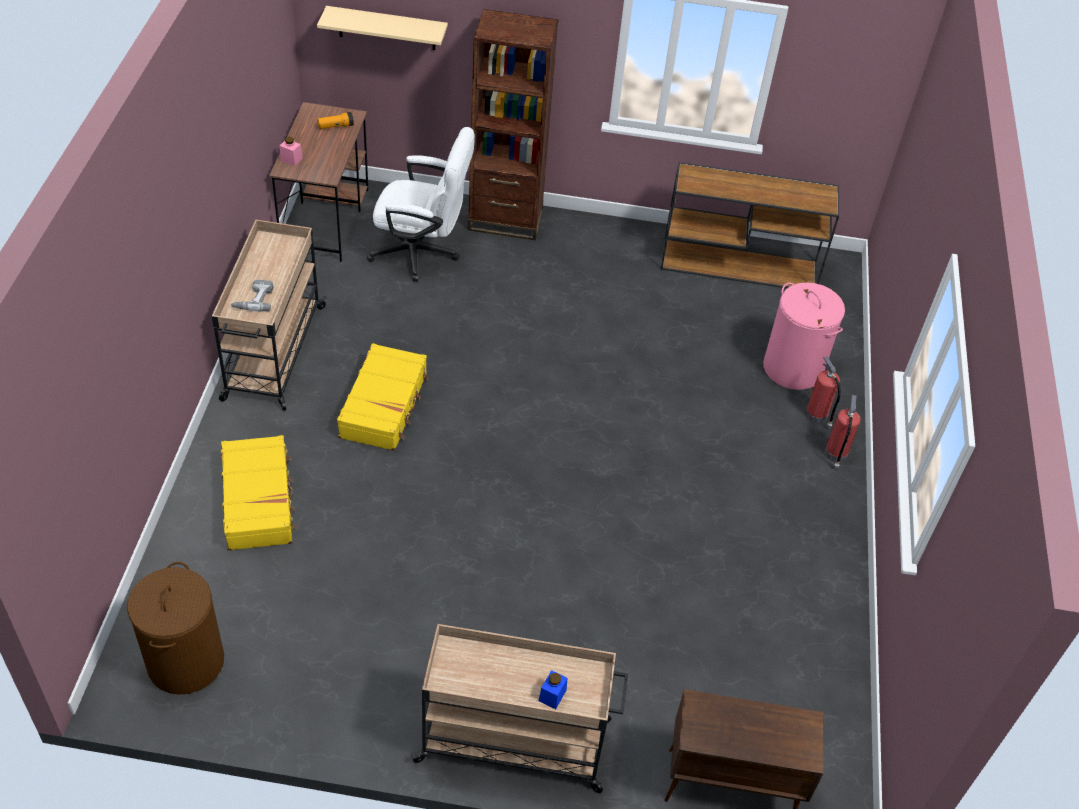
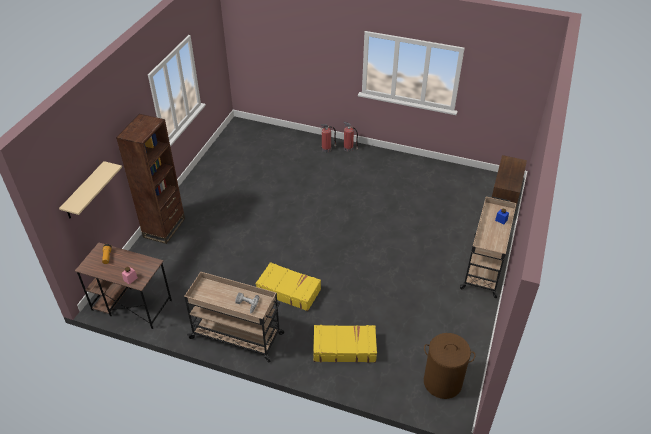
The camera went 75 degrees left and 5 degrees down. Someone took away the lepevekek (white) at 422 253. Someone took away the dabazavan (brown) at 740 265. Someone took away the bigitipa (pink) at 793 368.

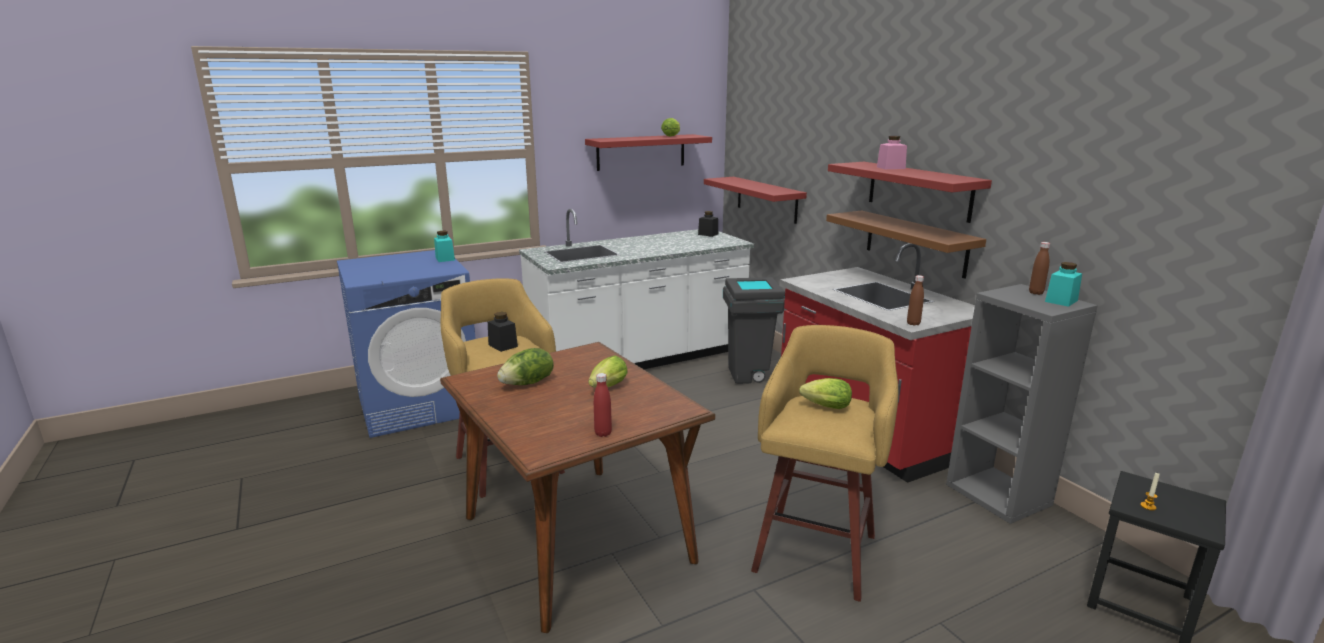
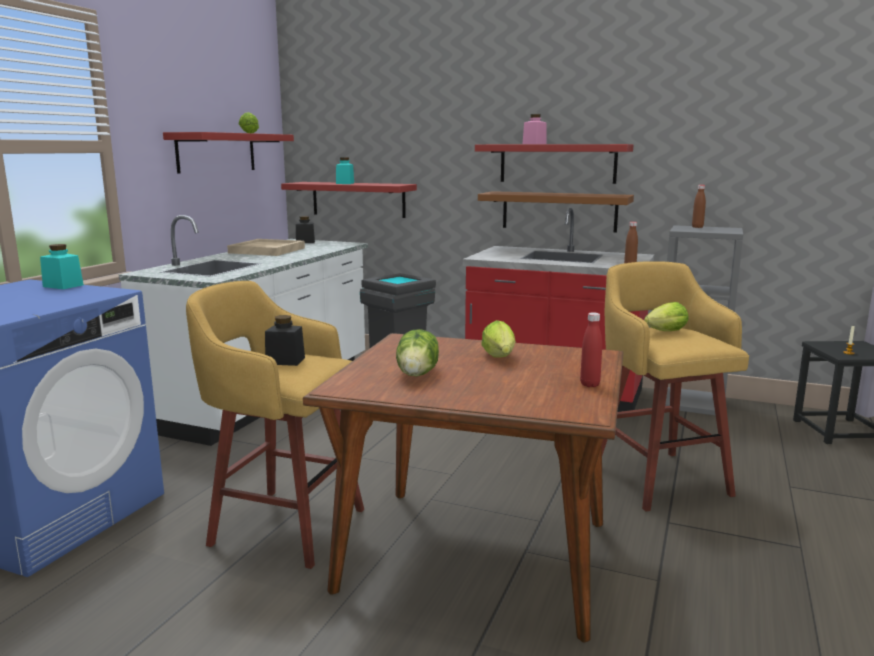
The camera went 40 degrees left and 5 degrees down. Someone carried the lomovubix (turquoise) from 1061 301 to 345 183. Someone put down the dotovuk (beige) at 266 250.

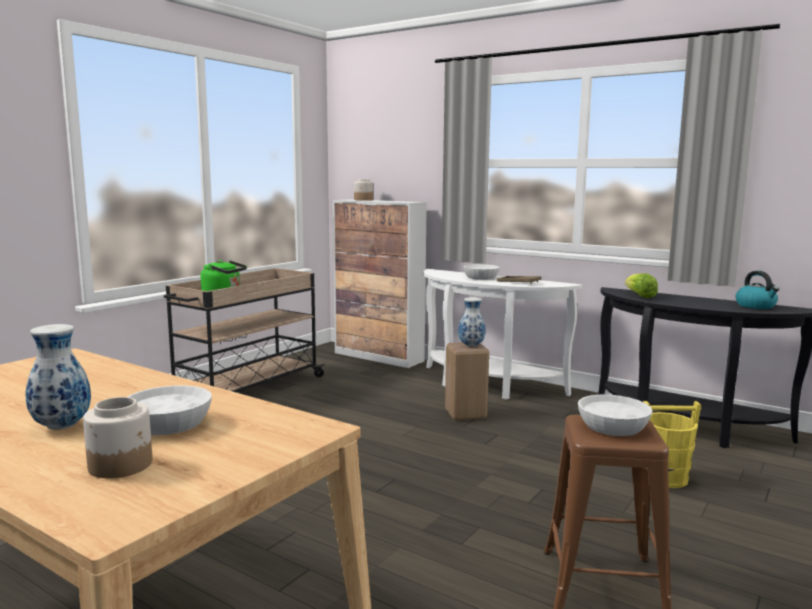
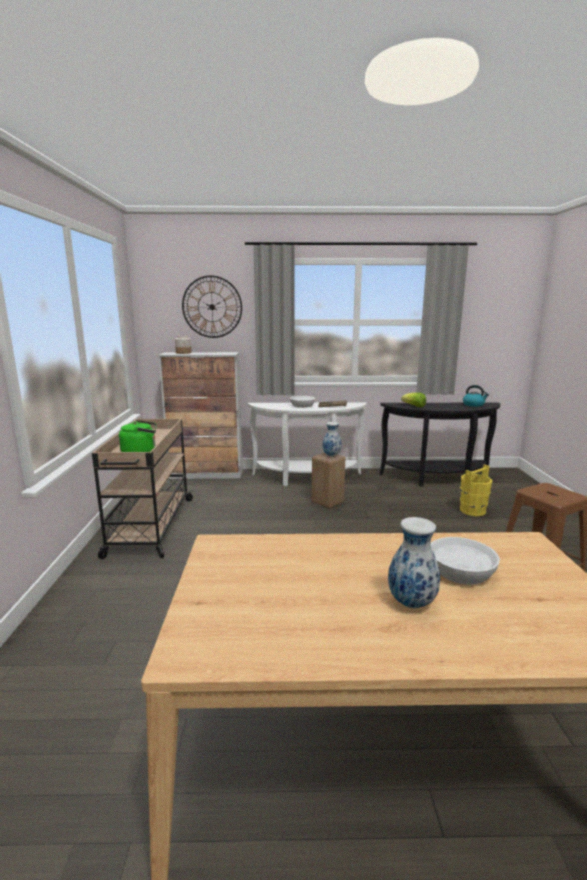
The camera went 35 degrees left and 5 degrees up. Someone took away the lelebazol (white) at 614 427. Someone took away the lomovubix at 121 465. Someone put up the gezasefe at 212 307.

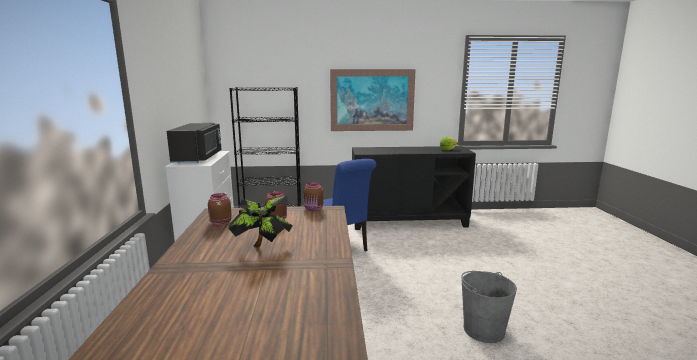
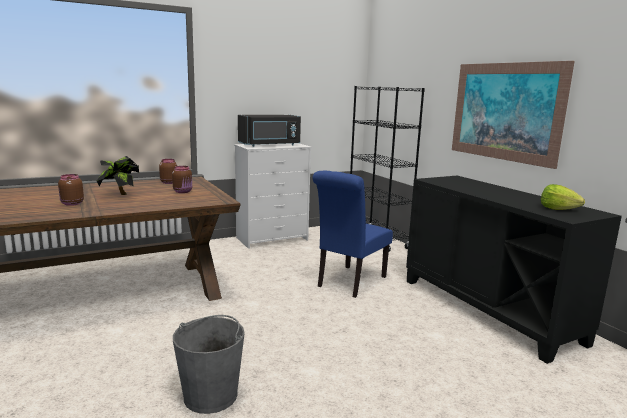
The camera went 65 degrees right and 0 degrees up. Someone carried the lomovubix (brown) from 313 209 to 71 204.

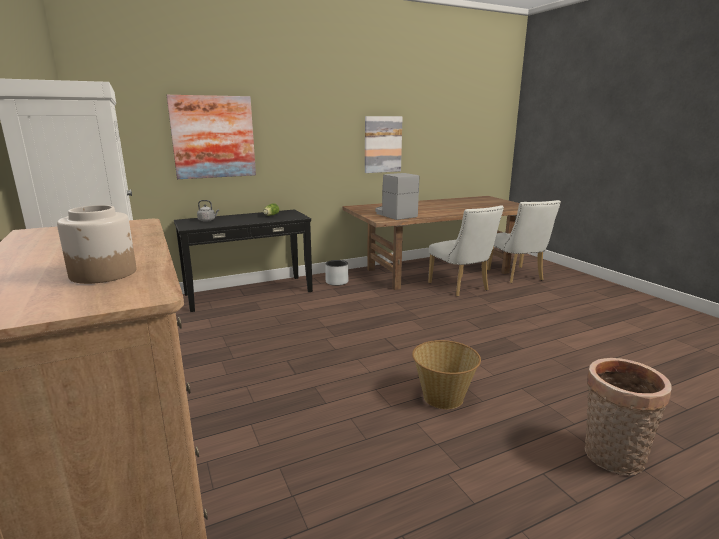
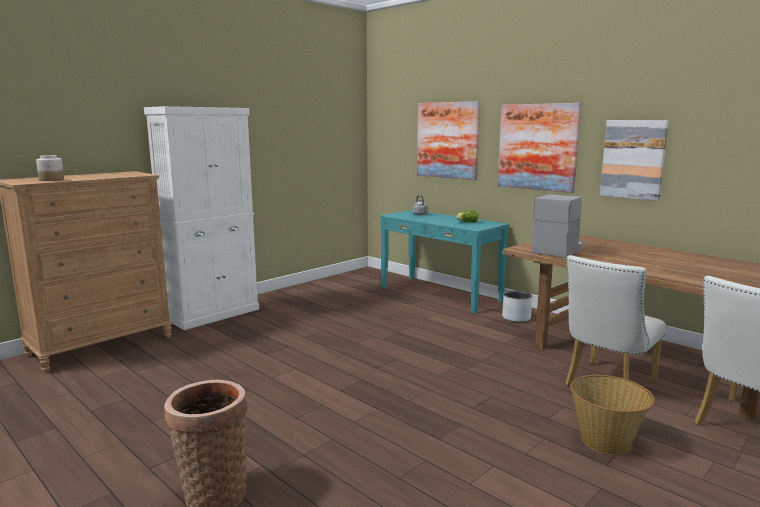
The camera went 70 degrees right and 5 degrees down. Someone repainted the dabazavan (black) at 249 293, which became the dabazavan (turquoise) at 440 293. Someone carried the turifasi from 443 397 to 606 441. Someone put up the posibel at 537 147.

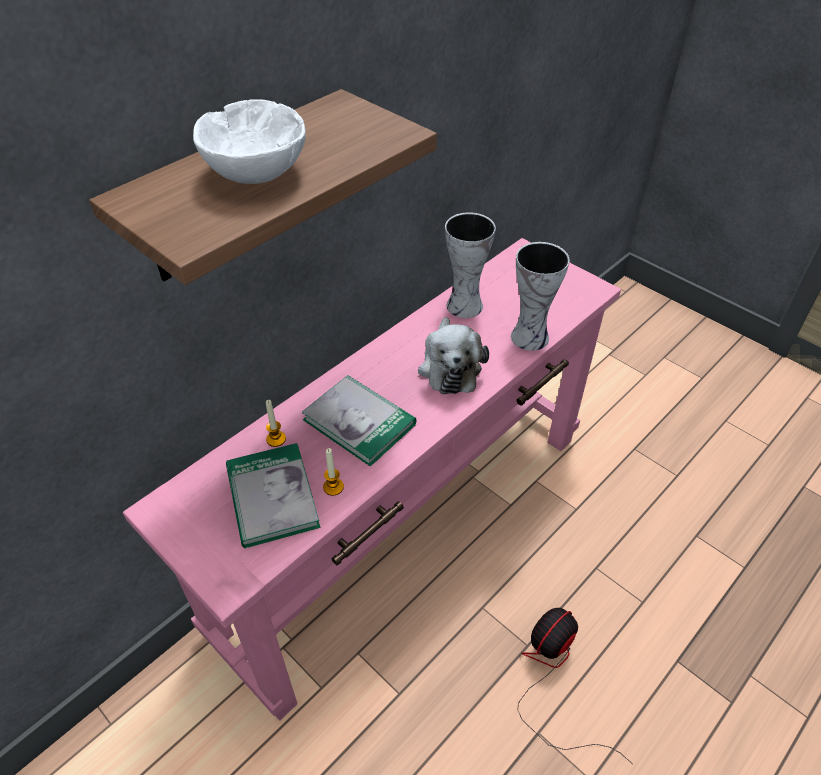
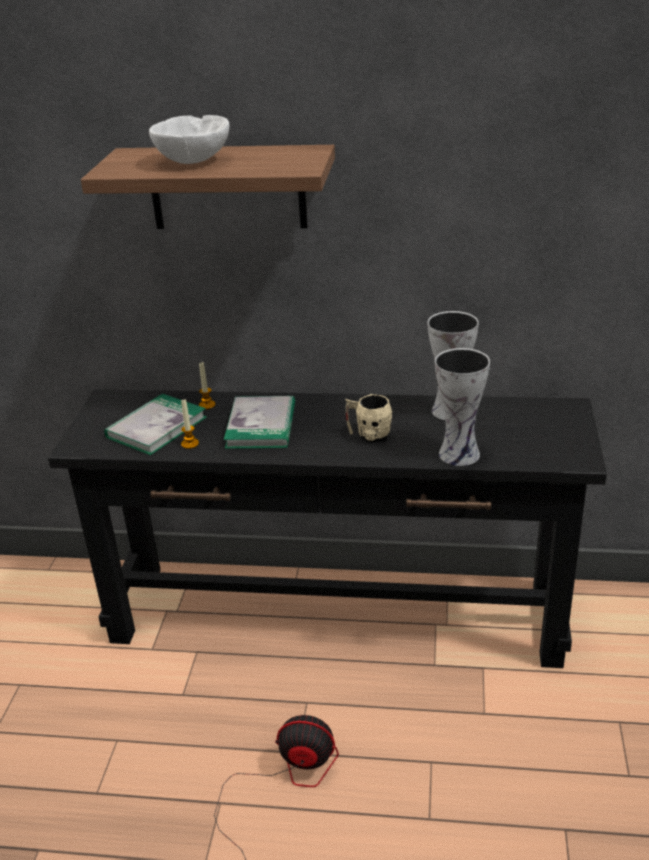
The camera went 55 degrees right and 15 degrees down. Someone repainted the dabazavan (pink) at 407 528, which became the dabazavan (black) at 336 615. Someone swapped the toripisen at 449 367 for the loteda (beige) at 369 435.

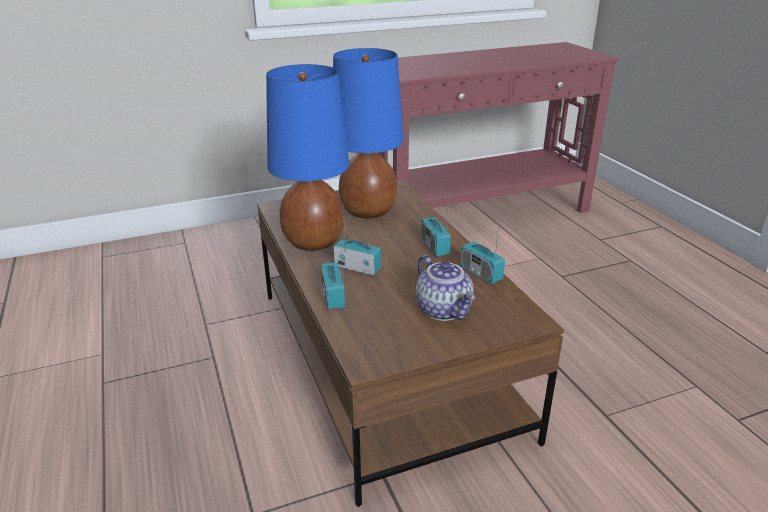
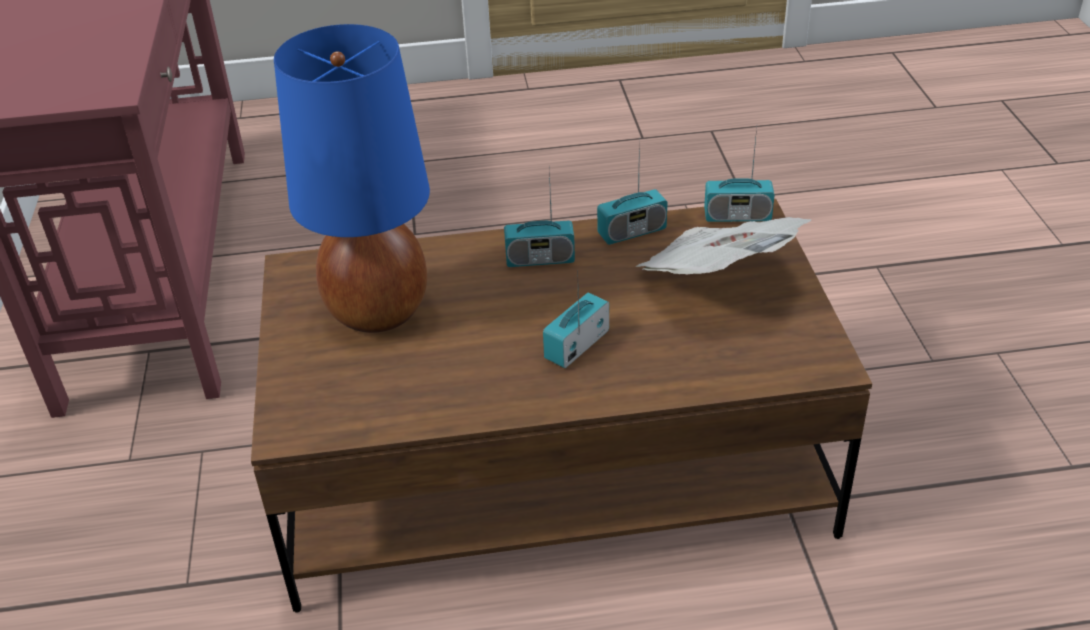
The camera went 75 degrees left and 10 degrees up. Someone took away the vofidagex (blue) at 314 242. Someone carried the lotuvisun from 333 296 to 737 216. Someone swapped the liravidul at 445 310 for the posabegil at 718 279.

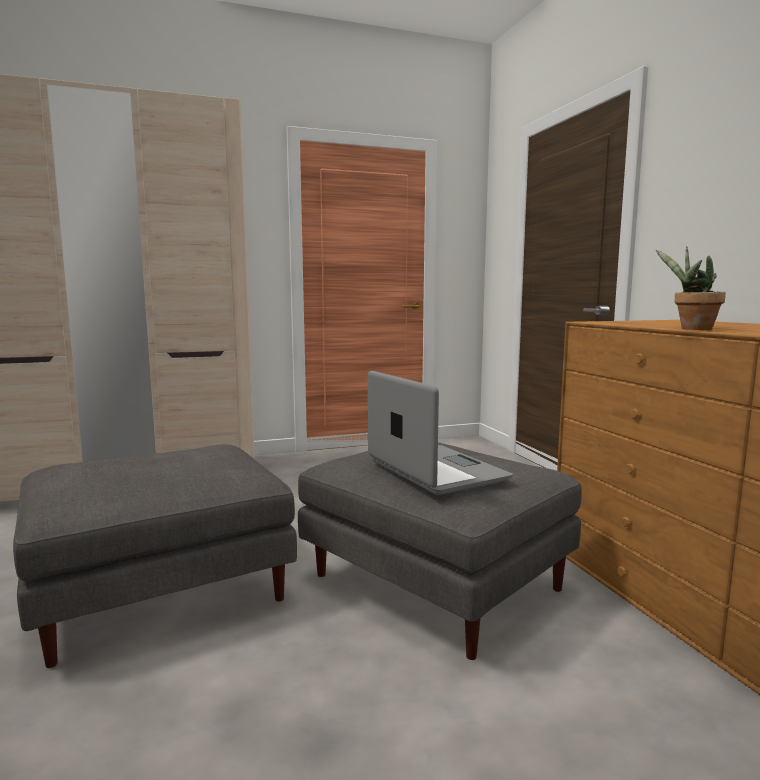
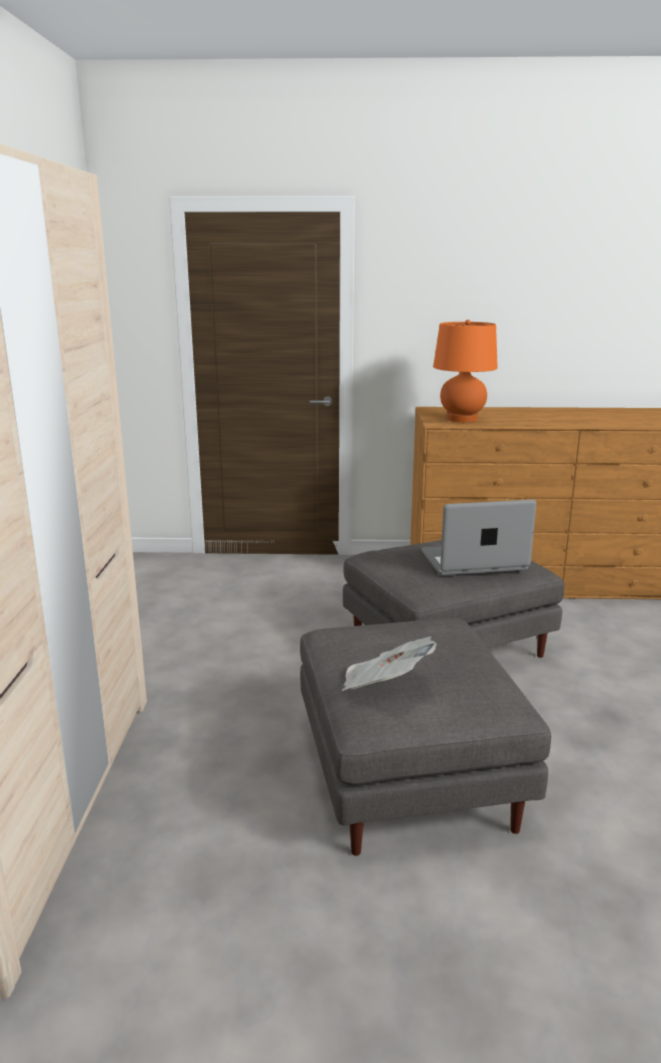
The camera went 70 degrees left and 10 degrees up. Someone took away the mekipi at 691 329. Someone put down the vofidagex (orange) at 462 419. Someone put down the posabegil at 385 686.

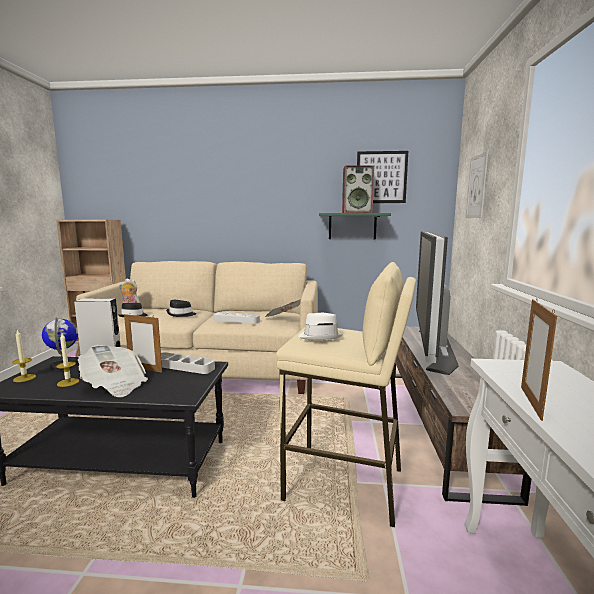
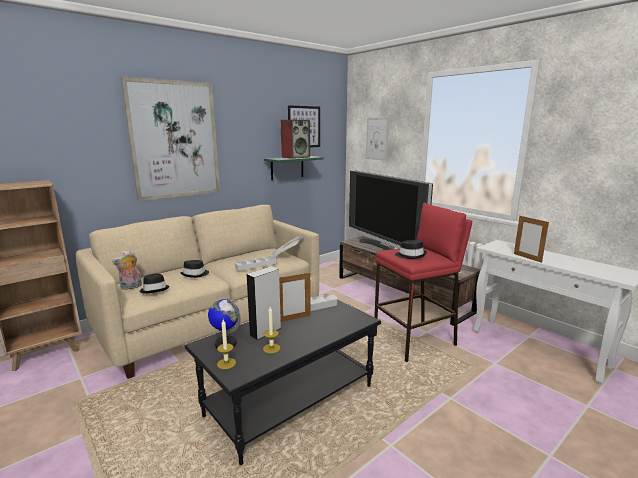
The camera went 45 degrees left and 5 degrees up. Someone repainted the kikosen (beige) at 345 484, which became the kikosen (red) at 415 341. Someone repainted the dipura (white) at 320 336, which became the dipura (black) at 410 255. Someone took away the posabegil at 115 385. Someone put up the posibel at 175 140.

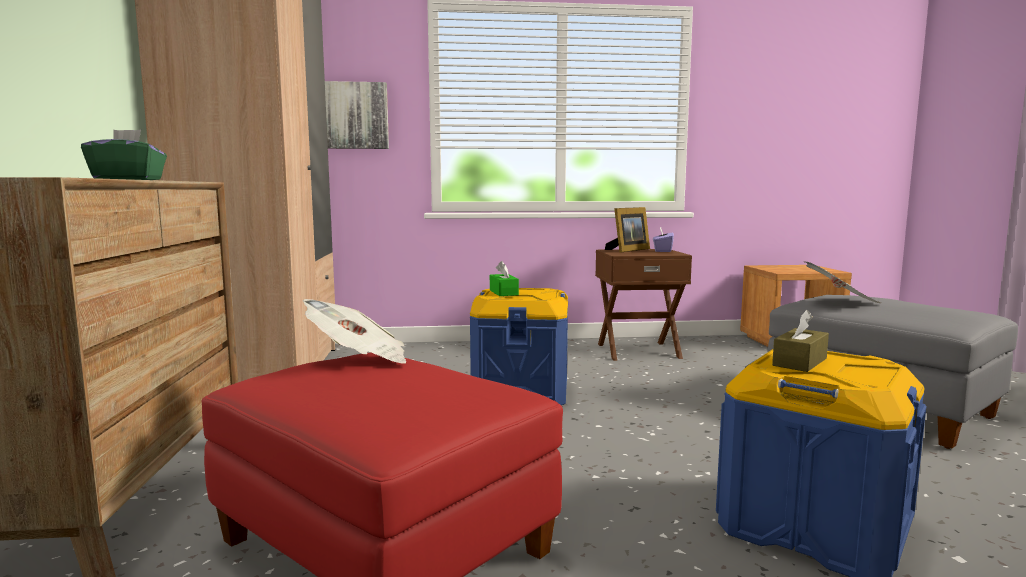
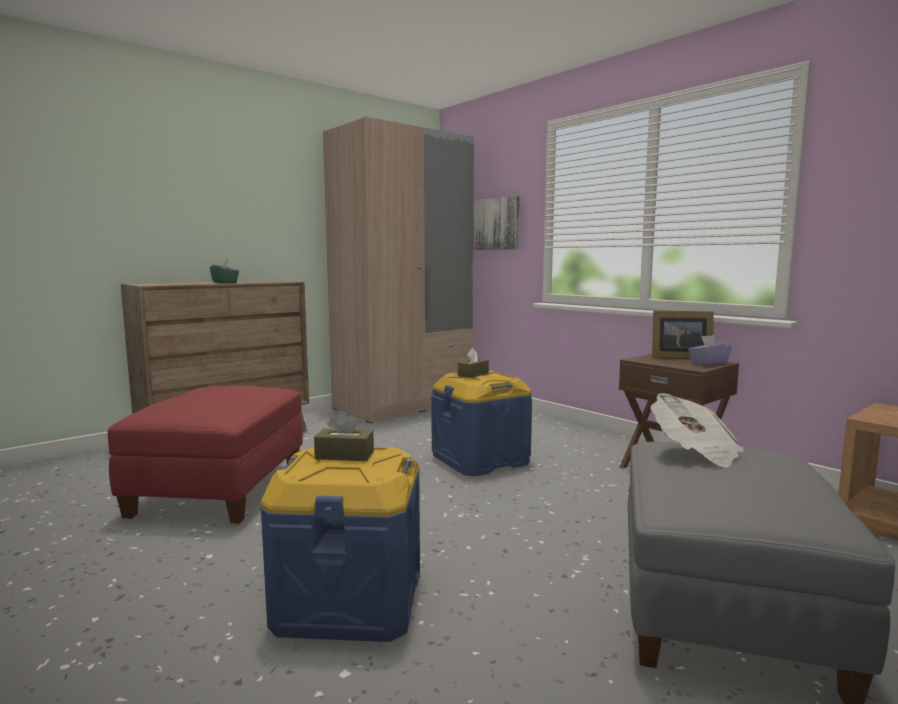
The camera went 55 degrees right and 0 degrees up. Someone repainted the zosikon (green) at 503 292, which became the zosikon (brown) at 473 374. Someone took away the posabegil at 359 358.

